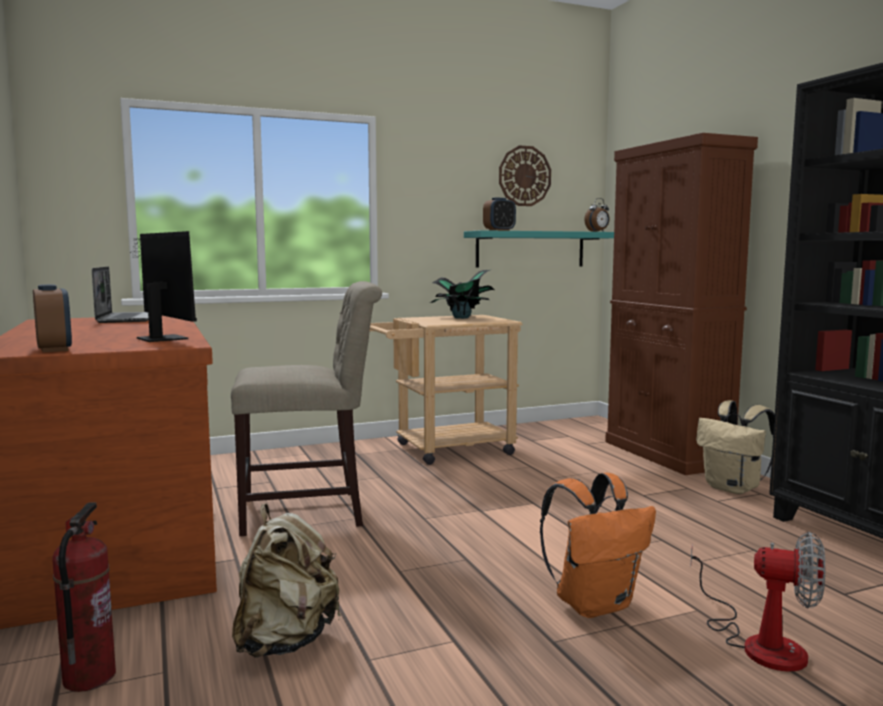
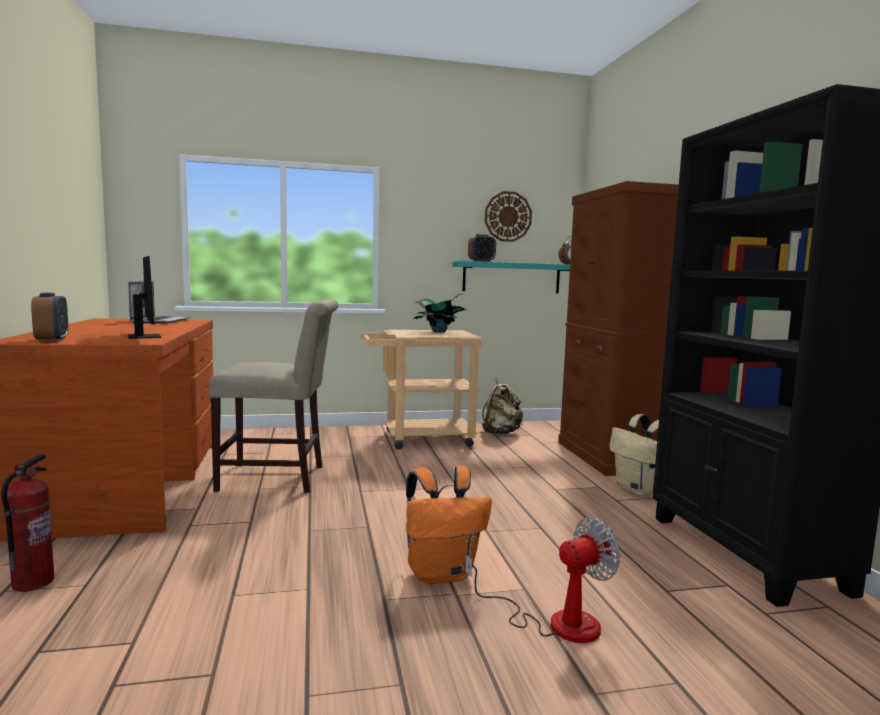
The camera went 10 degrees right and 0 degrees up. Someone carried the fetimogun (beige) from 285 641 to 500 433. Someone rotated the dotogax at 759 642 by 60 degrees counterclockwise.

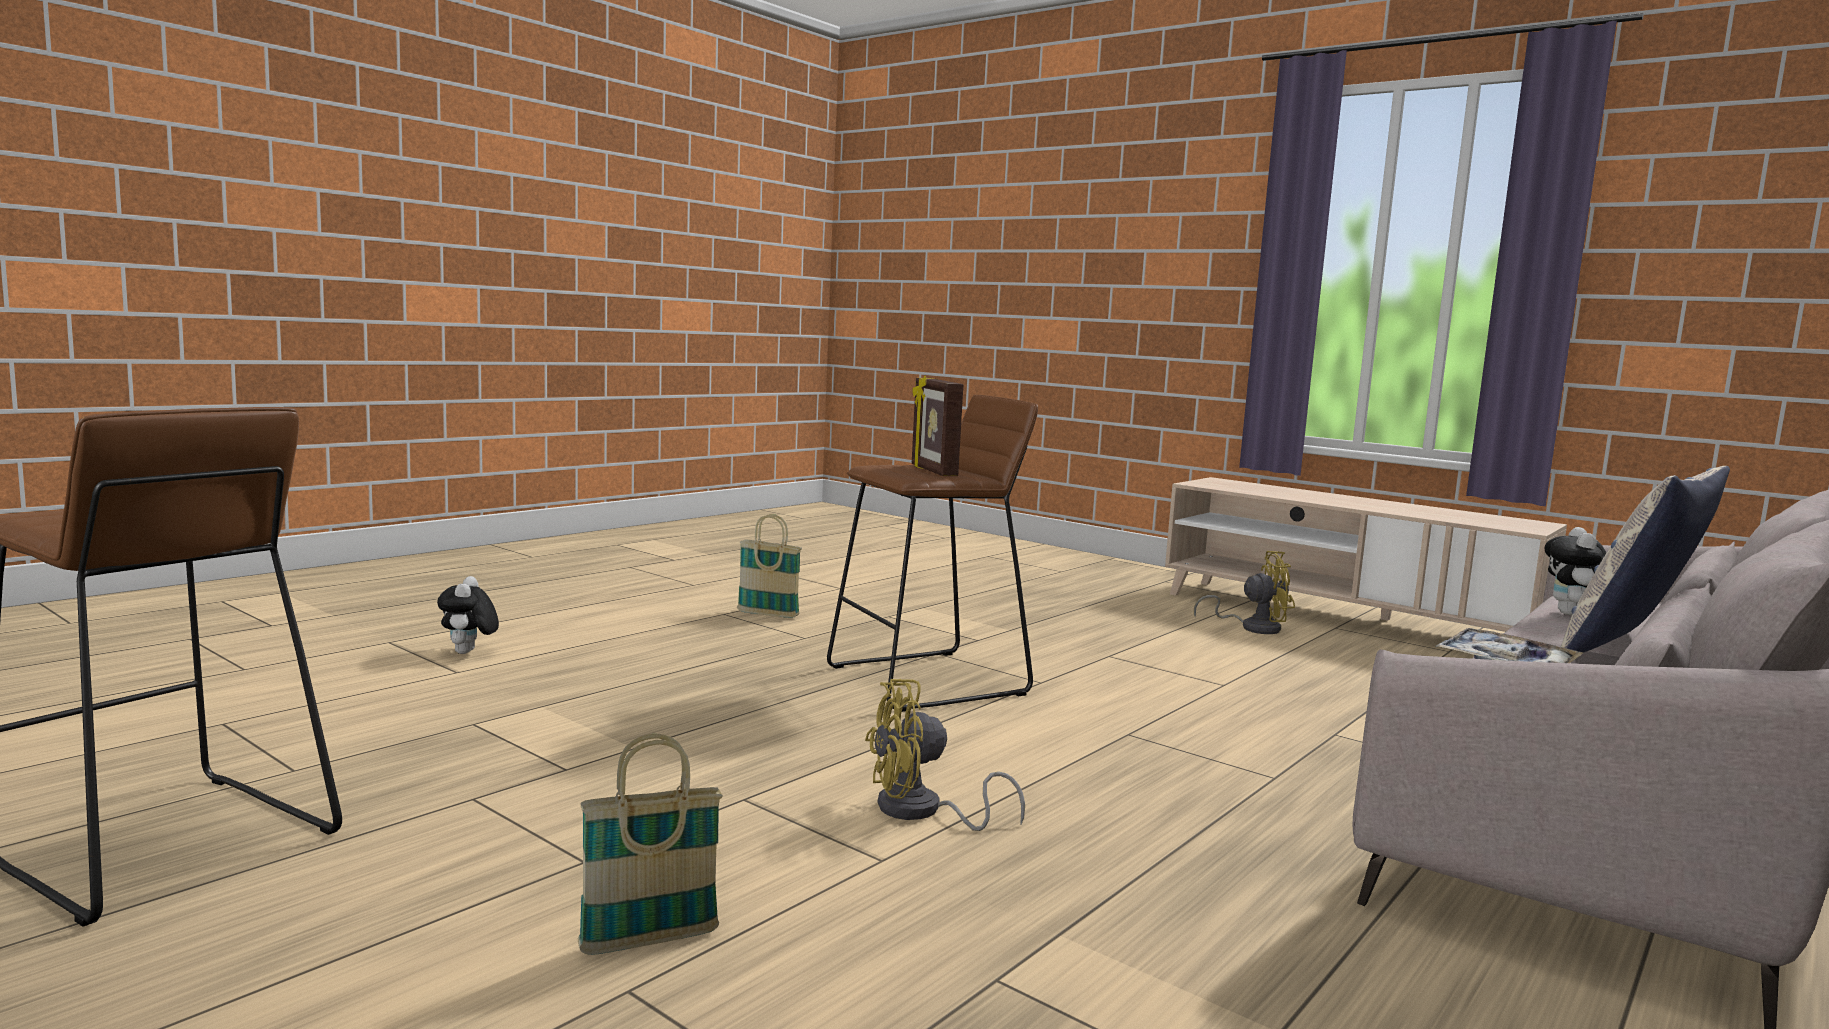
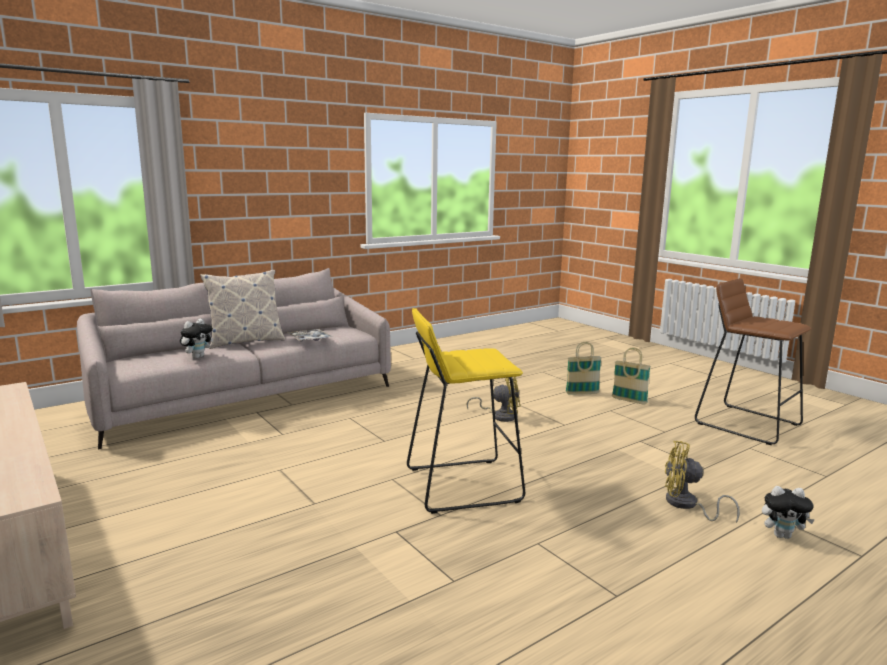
The camera went 165 degrees left and 5 degrees up. Someone took away the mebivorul at 932 471. Someone repainted the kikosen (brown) at 929 680, which became the kikosen (yellow) at 461 485. Someone carried the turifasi from 768 614 to 629 401. Someone carried the dotogax (yellow) from 1253 627 to 686 505. Someone rotated the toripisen at 468 653 by 90 degrees clockwise.

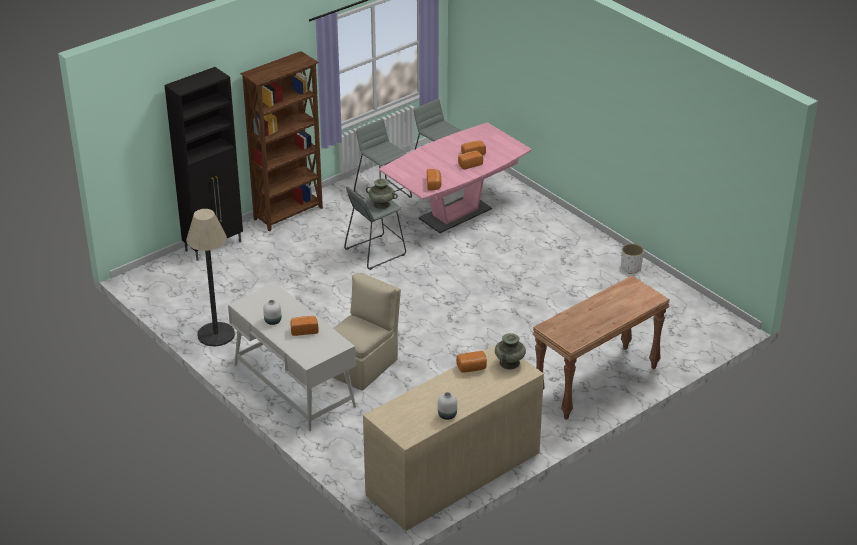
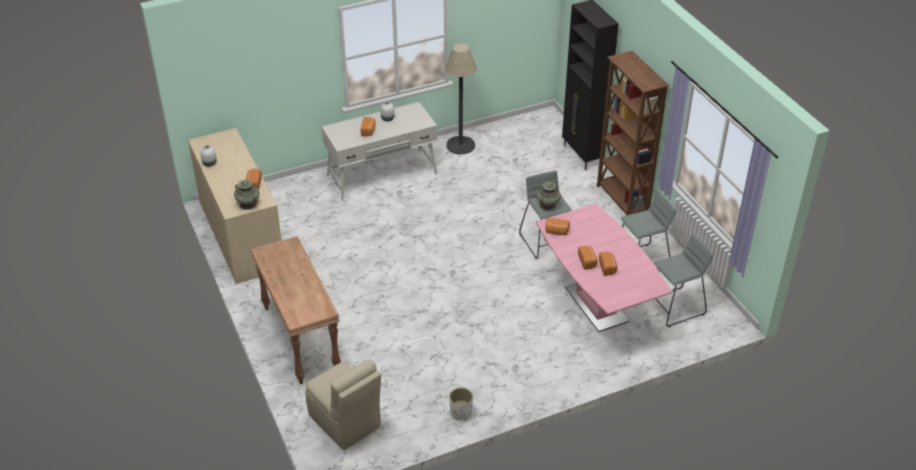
The camera went 105 degrees right and 5 degrees up. Someone carried the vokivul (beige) from 363 365 to 345 422.

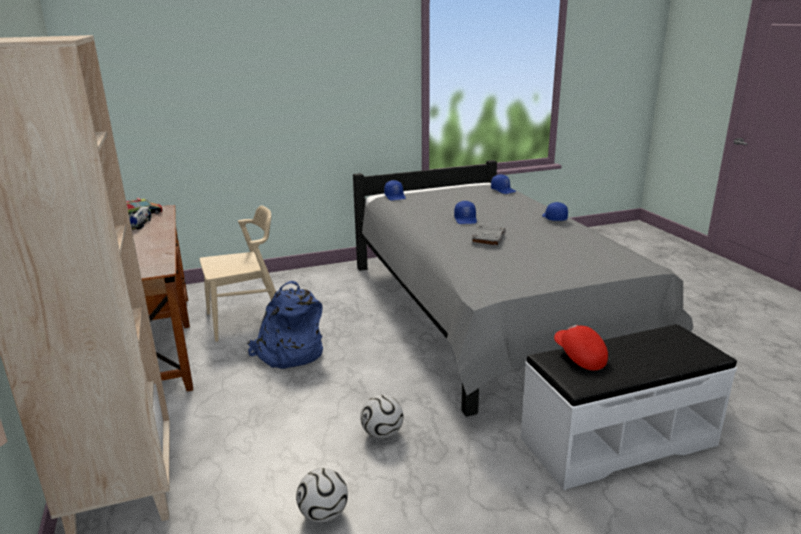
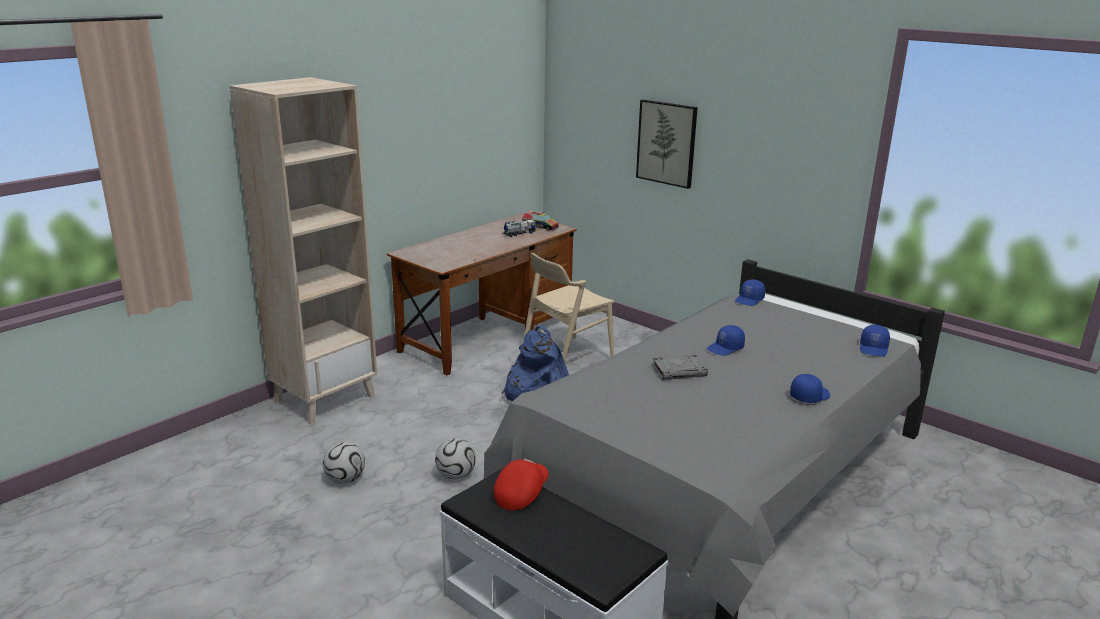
The camera went 60 degrees right and 0 degrees up. Someone rotated the vokivul (beige) at 247 320 by 105 degrees clockwise. Someone put up the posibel at 667 143.

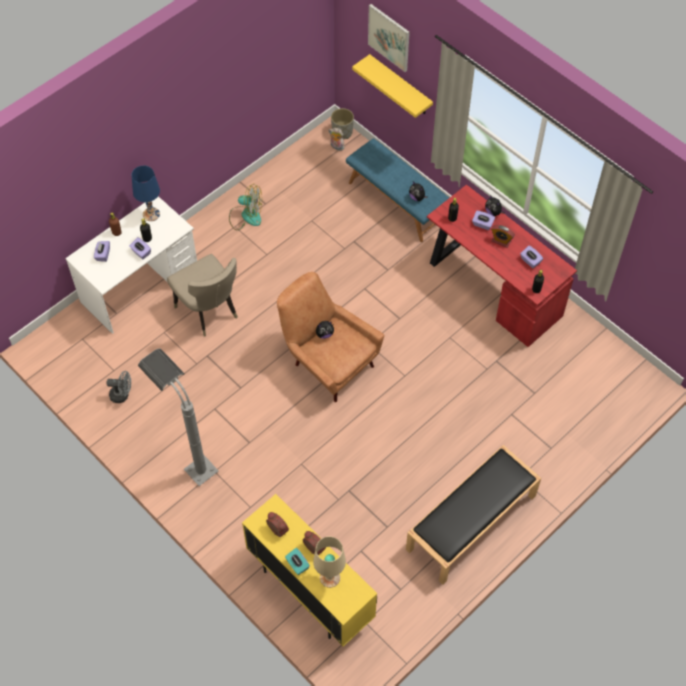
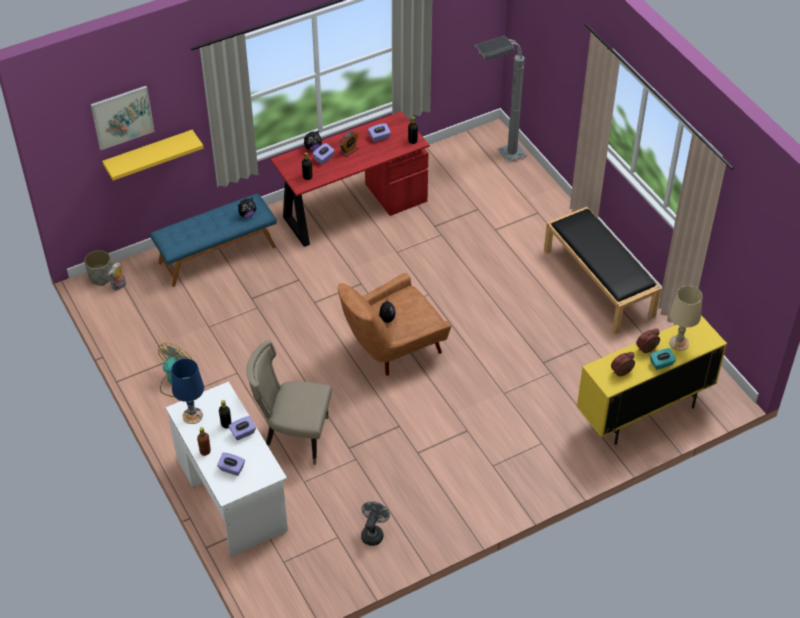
The camera went 75 degrees left and 10 degrees down. Someone rotated the vokivul (beige) at 209 312 by 150 degrees counterclockwise. Someone carried the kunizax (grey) from 189 459 to 498 159.

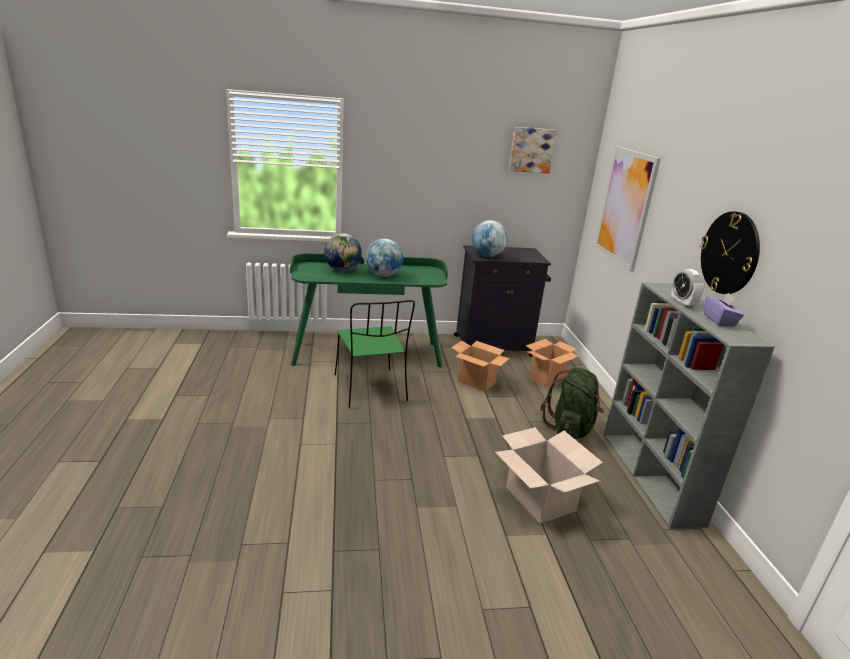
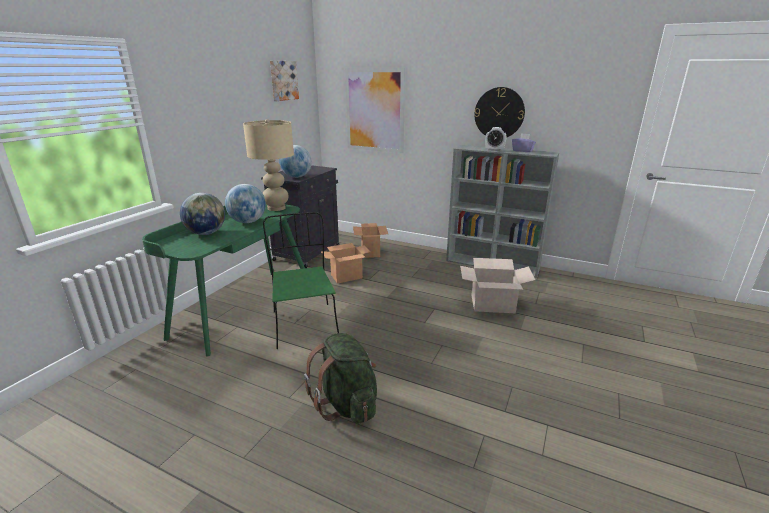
The camera went 55 degrees left and 0 degrees up. Someone rotated the vokivul (green) at 371 389 by 120 degrees counterclockwise. Someone carried the fetimogun (green) from 570 429 to 347 404. Someone put down the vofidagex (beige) at 276 208.

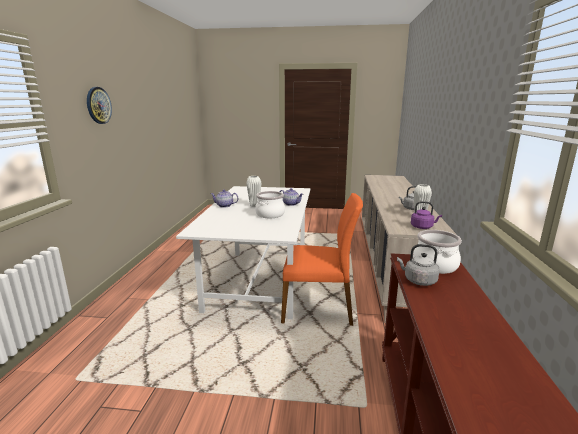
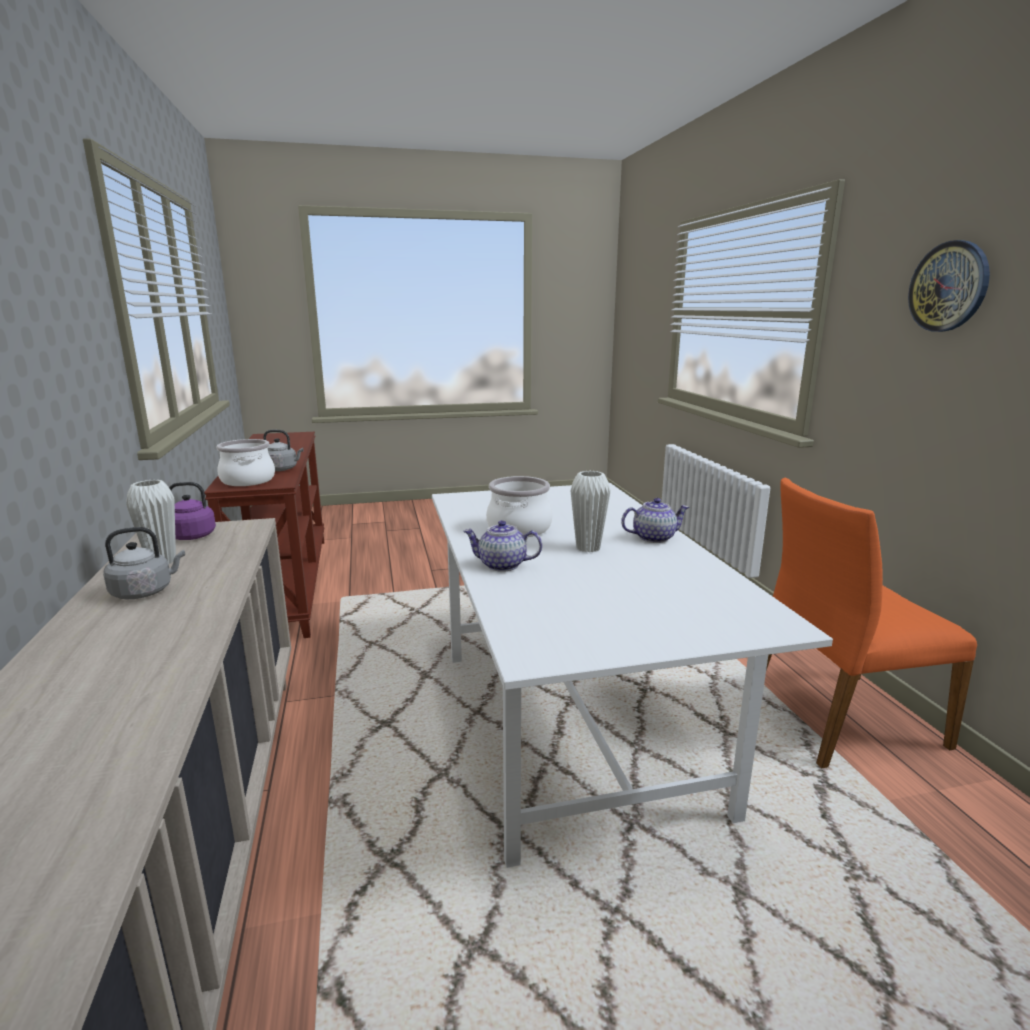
The camera went 160 degrees right and 0 degrees up. Someone carried the vokivul (orange) from 318 308 to 840 720.

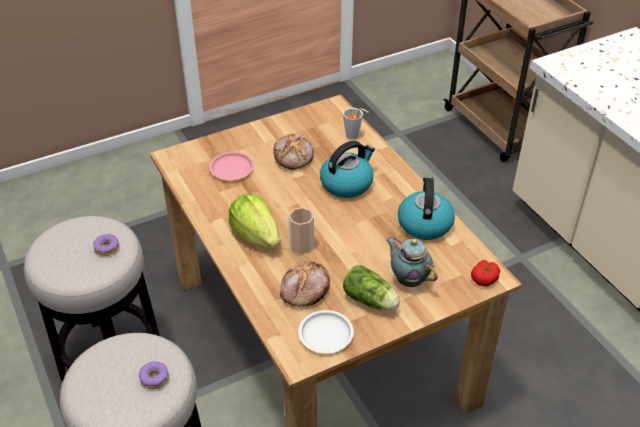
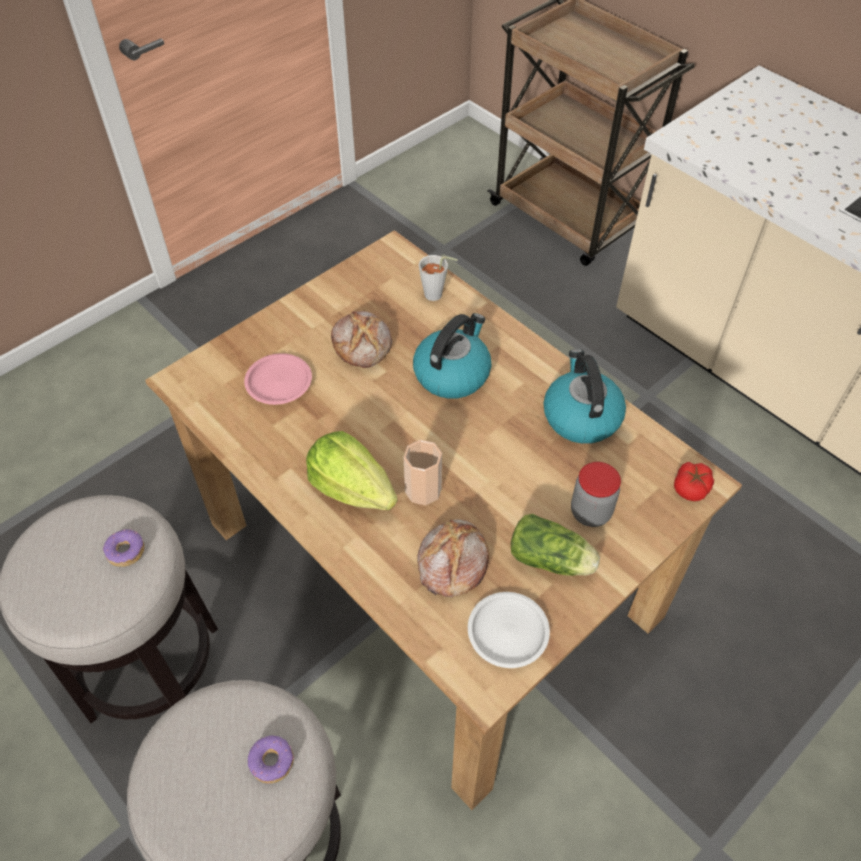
The camera went 15 degrees left and 10 degrees up. Someone swapped the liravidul at 408 279 for the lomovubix at 590 512.

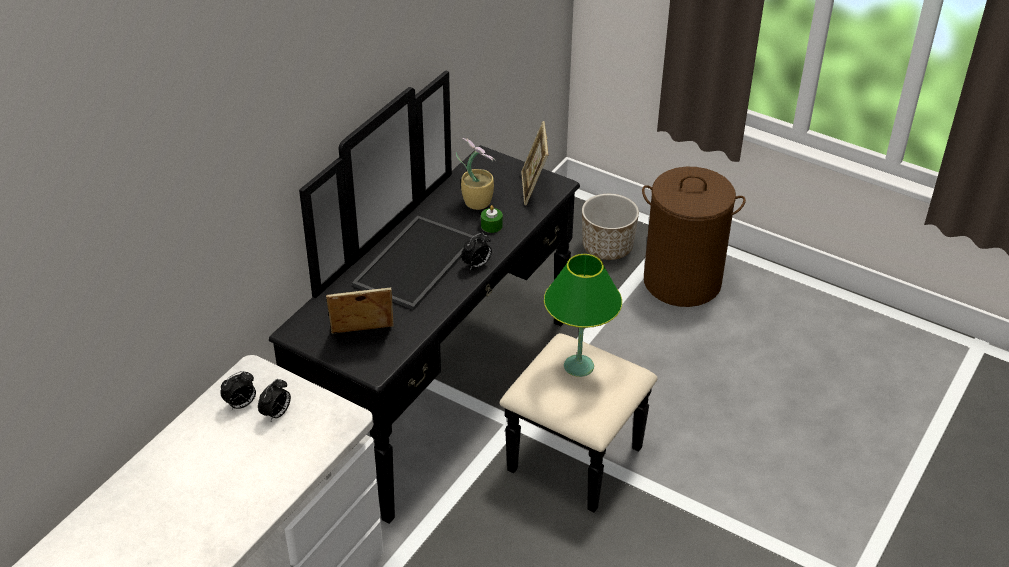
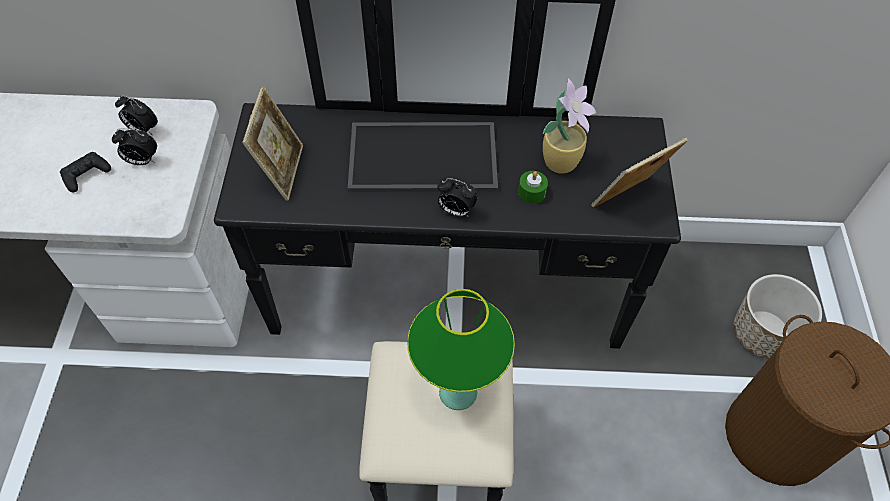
The camera went 60 degrees right and 15 degrees up. Someone rotated the mebivorul at 363 337 by 45 degrees clockwise. Someone put down the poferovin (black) at 86 175.

